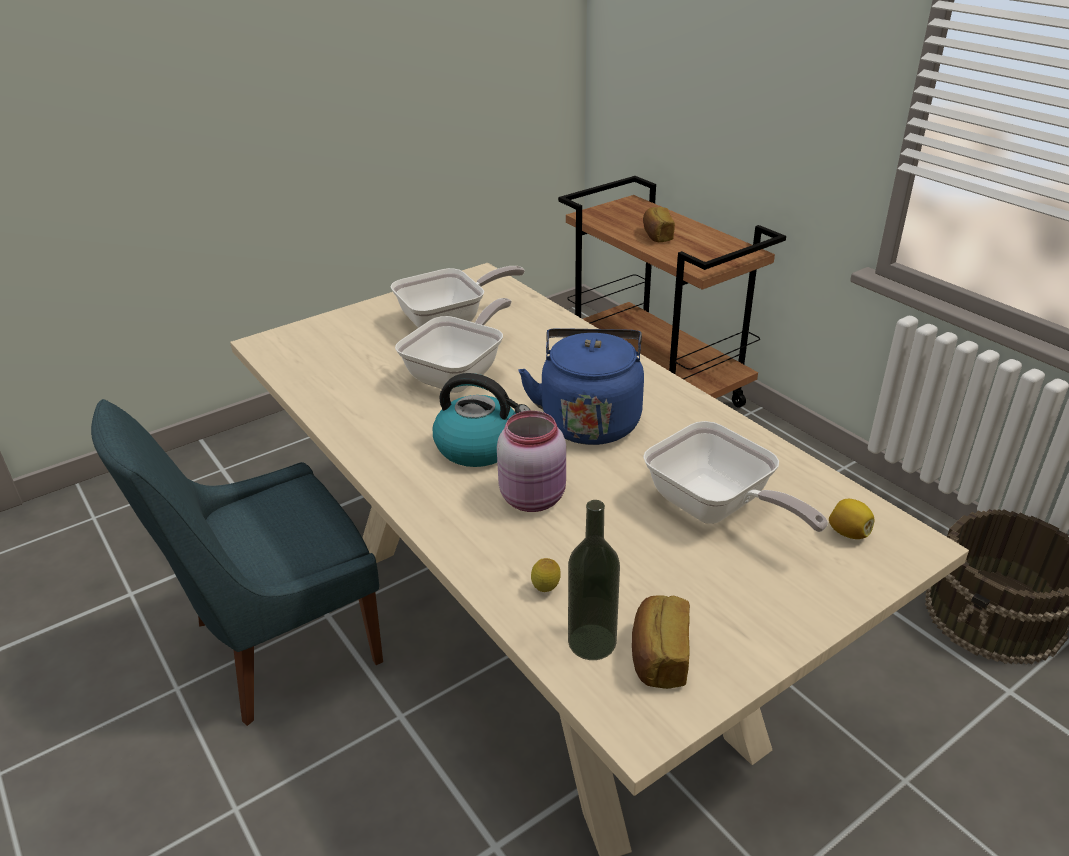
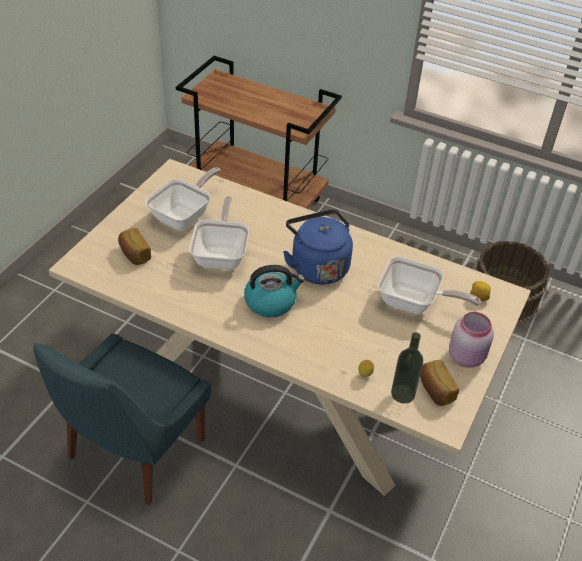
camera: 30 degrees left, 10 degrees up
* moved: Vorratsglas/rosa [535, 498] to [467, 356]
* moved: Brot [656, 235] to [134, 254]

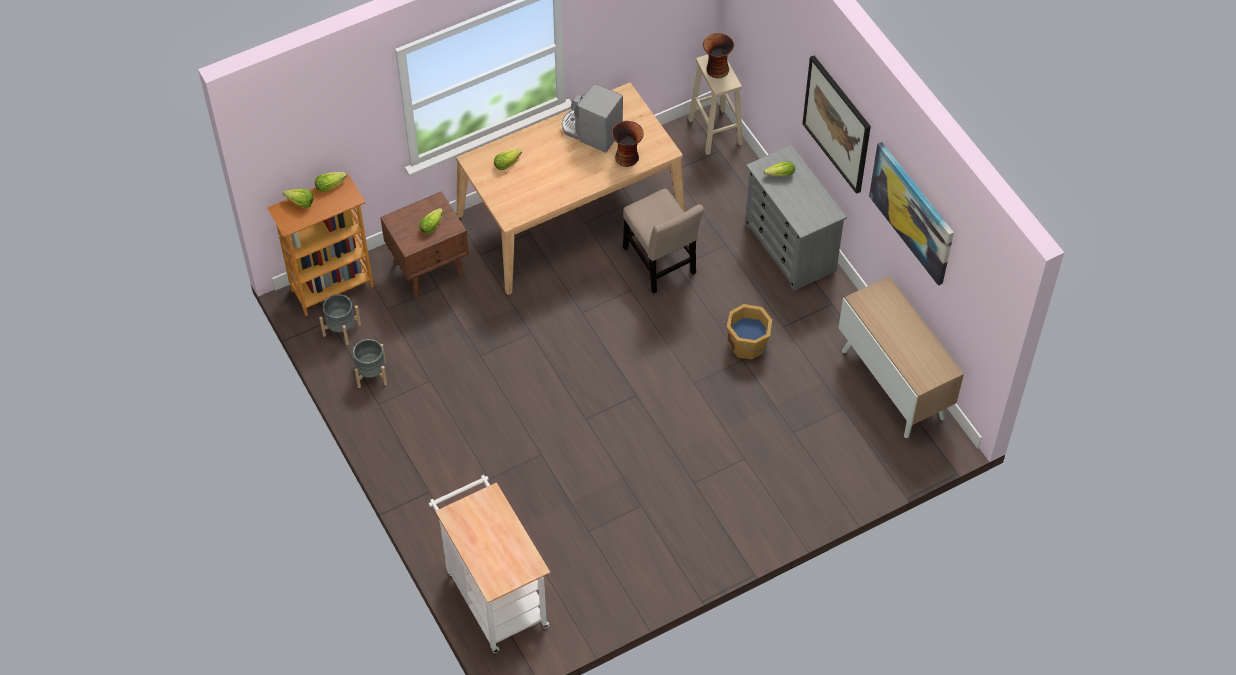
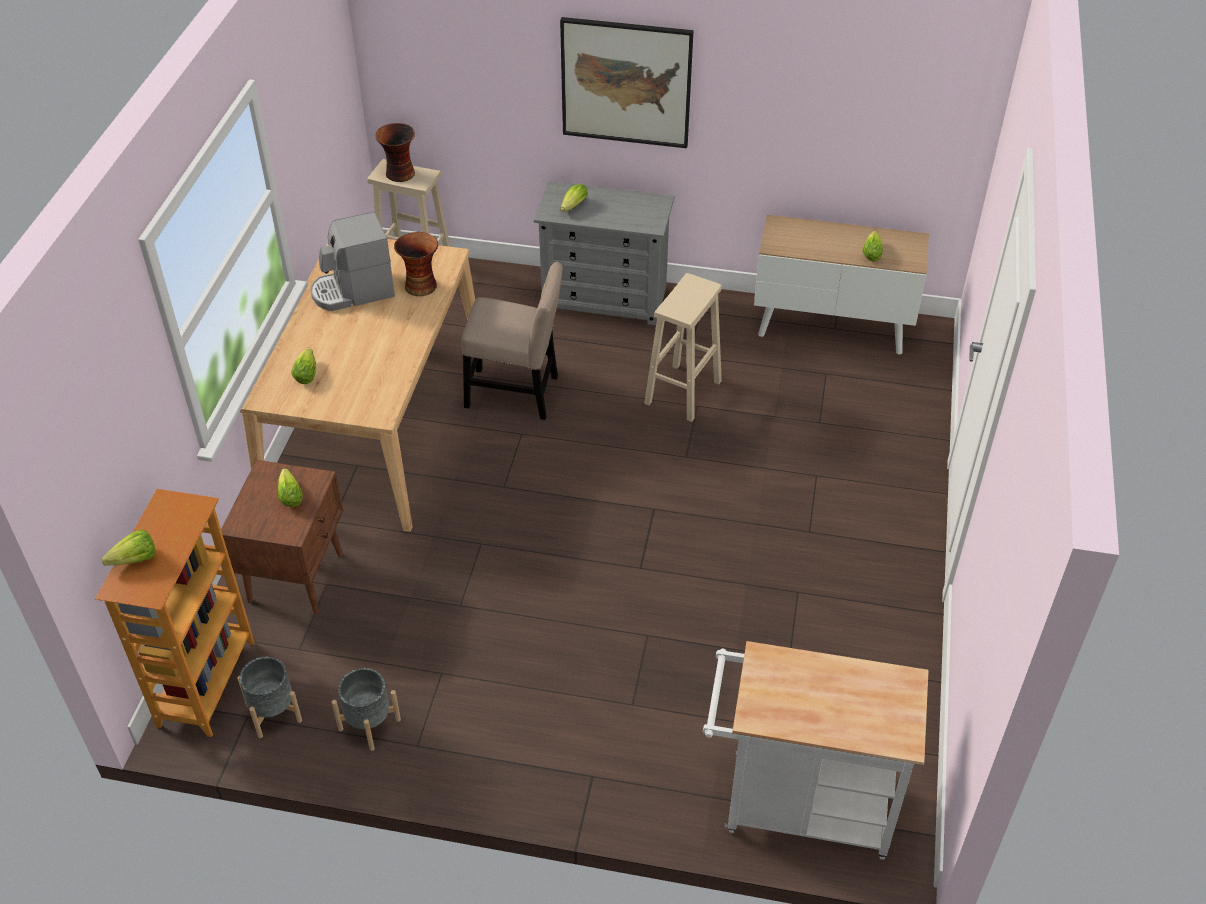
camera: 50 degrees left, 10 degrees down
* moved: Salatkopf [332, 185] to [872, 252]
* replaced: Eimer/orange [748, 344] to Hocker/beige [683, 391]
* removed: Bild [912, 212]

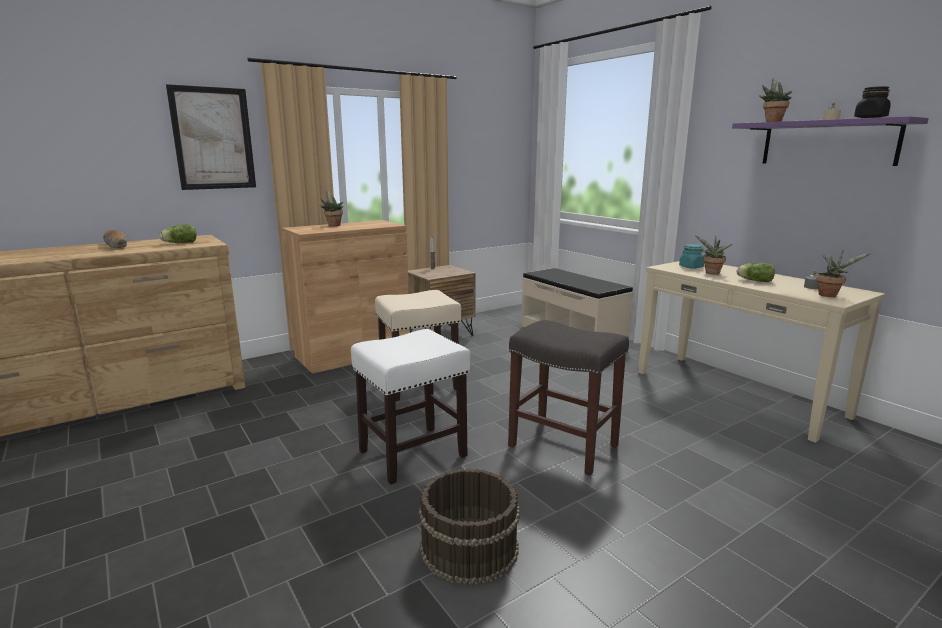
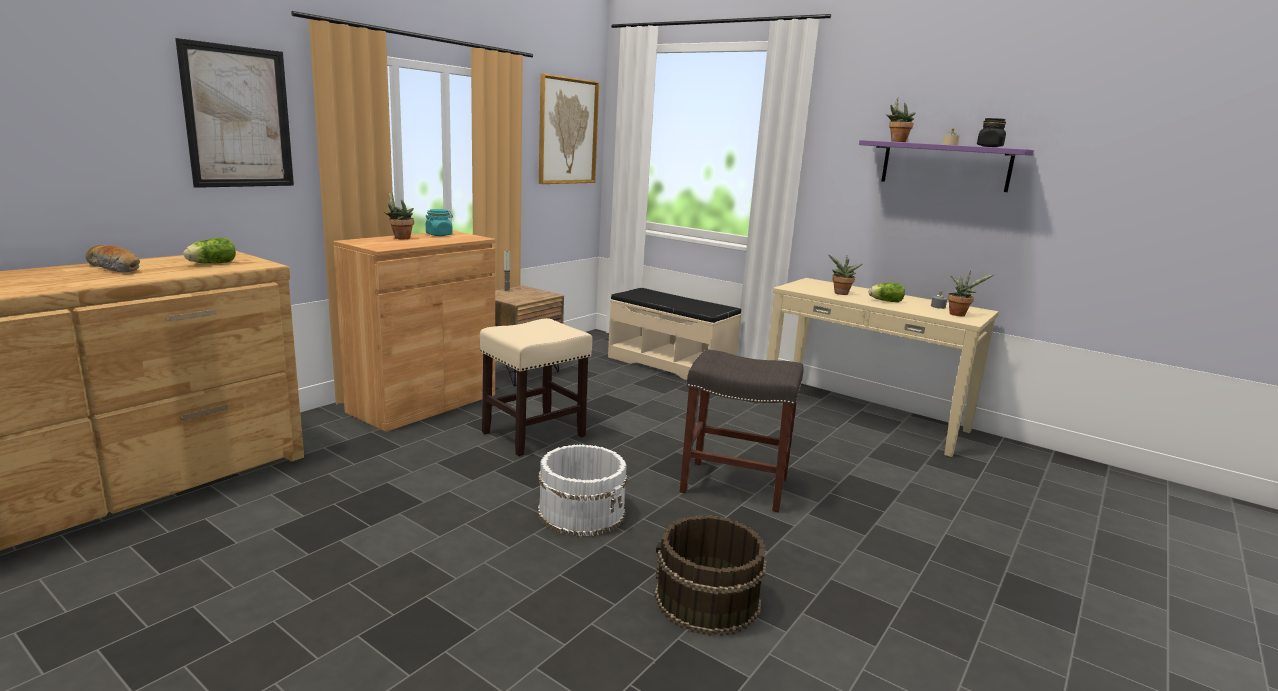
camera: 20 degrees left, 0 degrees up
* replaced: Hocker/weiß [414, 453] to Eimer/weiß [582, 512]
* moved: Vorratsglas/türkis [691, 267] to [439, 235]
* added: Bild [567, 131]

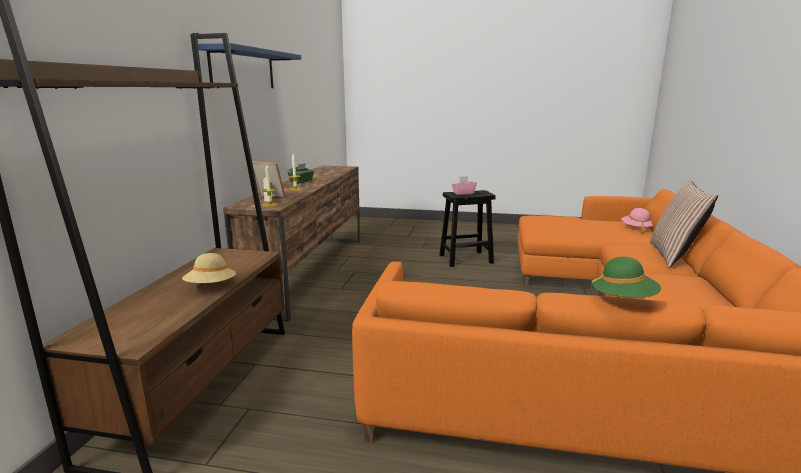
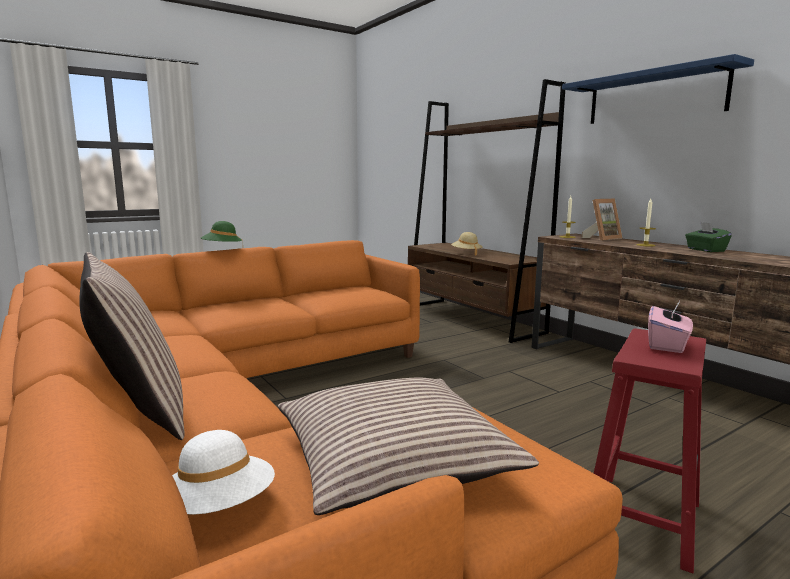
camera: 135 degrees right, 5 degrees down
* recoloured: Hocker/schwarz [465, 259] to Hocker/rot [642, 516]
* recoloured: Hut/rosa [636, 228] to Hut/weiß [220, 506]
* added: Kissen [393, 460]

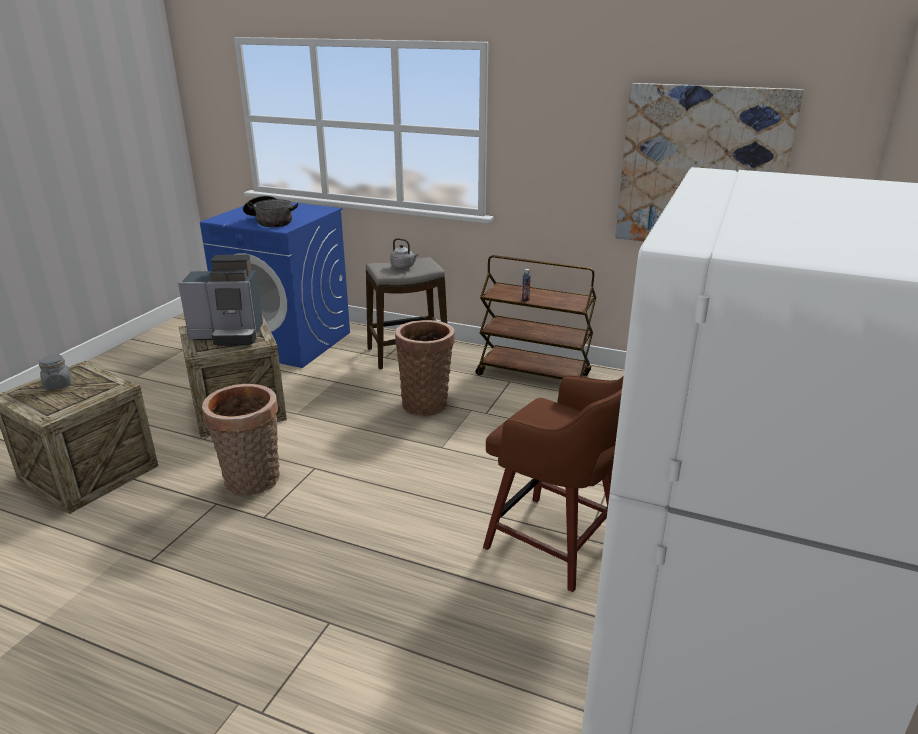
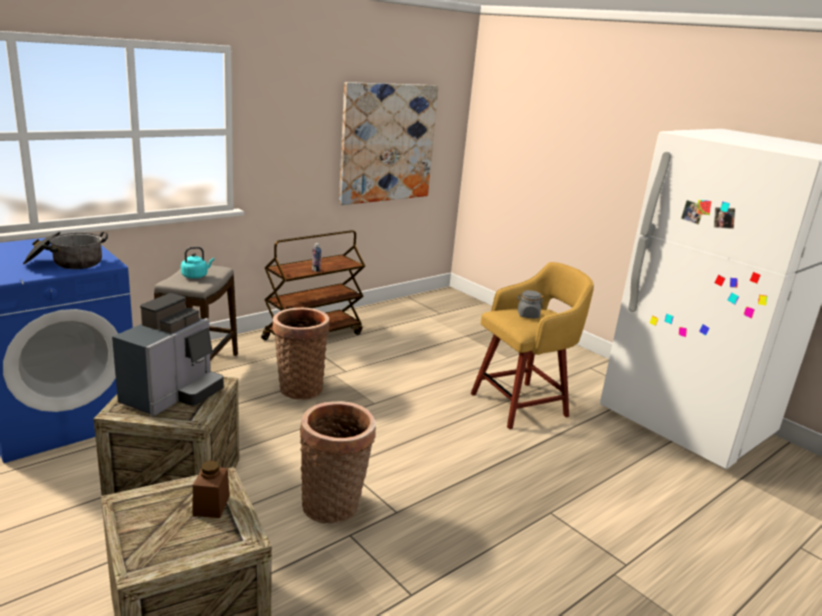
camera: 65 degrees left, 5 degrees down
* moved: Vorratsglas/grau [58, 384] to [528, 315]
* recoloured: Wasserkessel/grau [403, 267] to Wasserkessel/türkis [196, 276]
* recoloured: Hocker/braun [556, 543] to Hocker/gelb [522, 404]
* added: Vorratsglas/braun [211, 505]

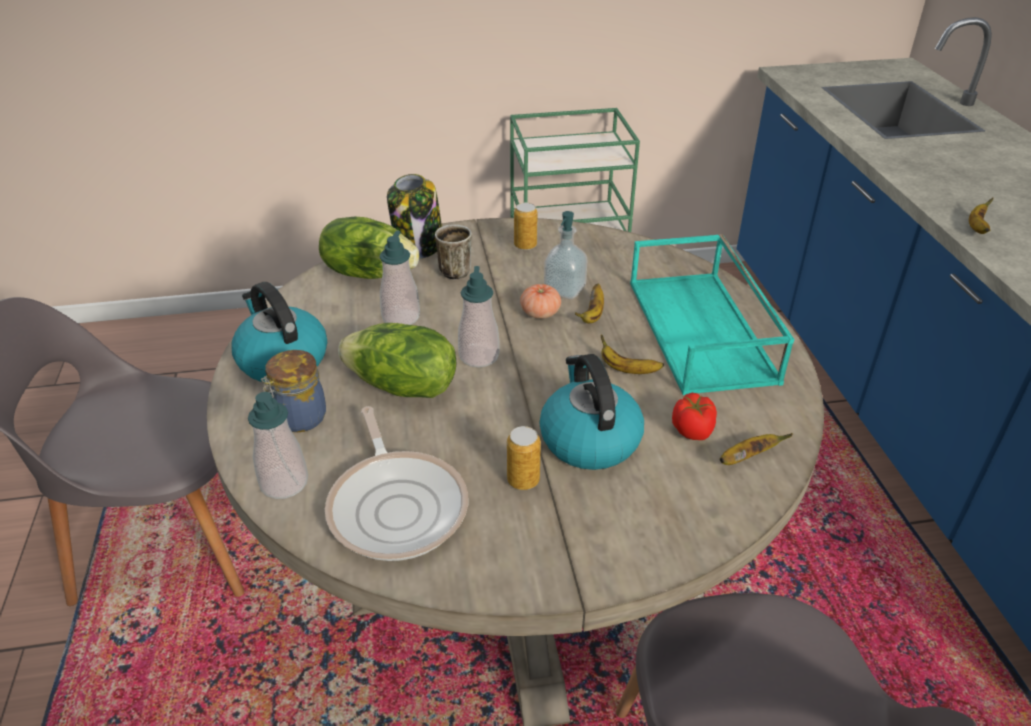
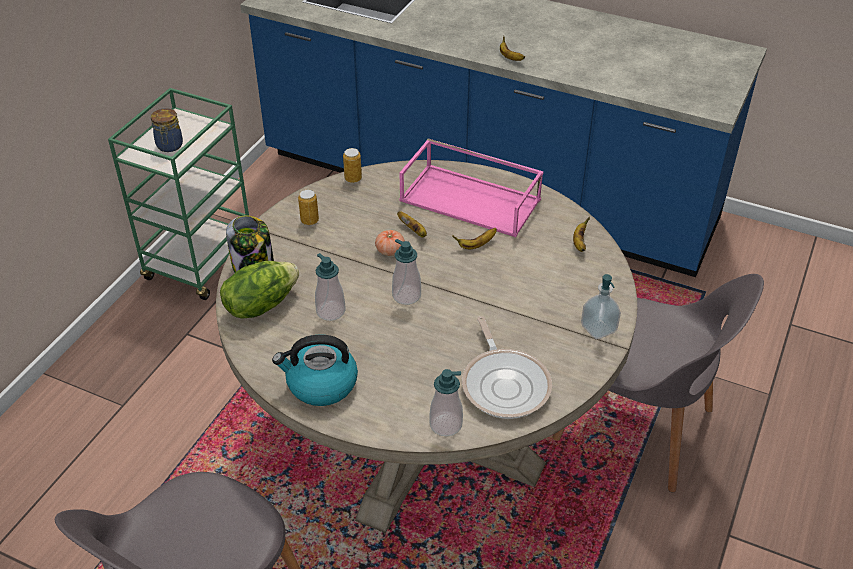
camera: 55 degrees left, 5 degrees up
* moved: Vorratsglas [299, 419] to [169, 146]
* turned: Pfanne [397, 505] = [505, 384] 60 degrees clockwise
* removed: Salatkopf [402, 387]
* removed: Henkelbecher [456, 269]
* moved: Dose [523, 480] to [353, 179]
* removed: Wasserkessel [588, 439]
* moved: Seifenspender [564, 289] to [598, 328]
* recoloured: Tablett/türkis [703, 331] to Tablett/rosa [472, 200]
* removed: Tomate [692, 431]

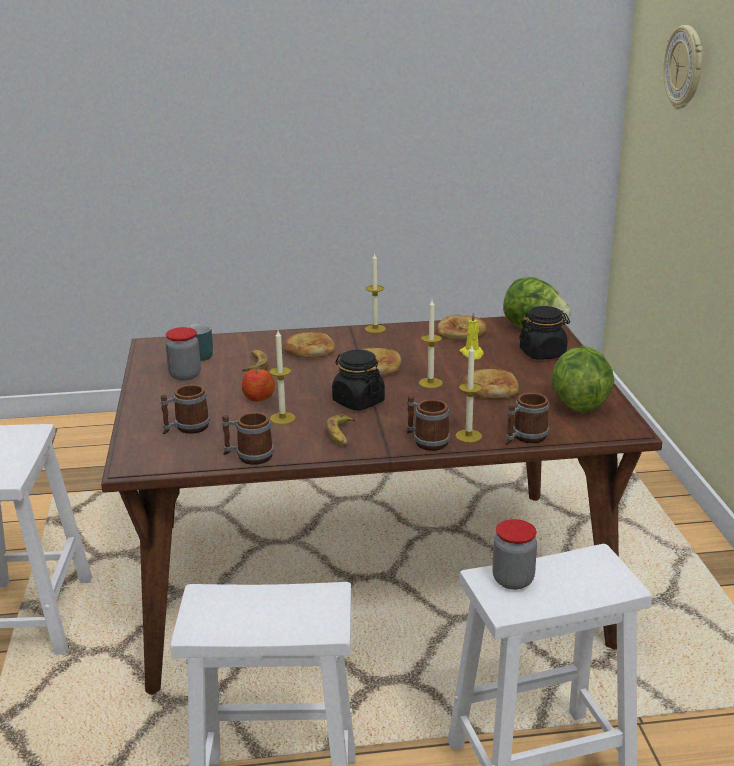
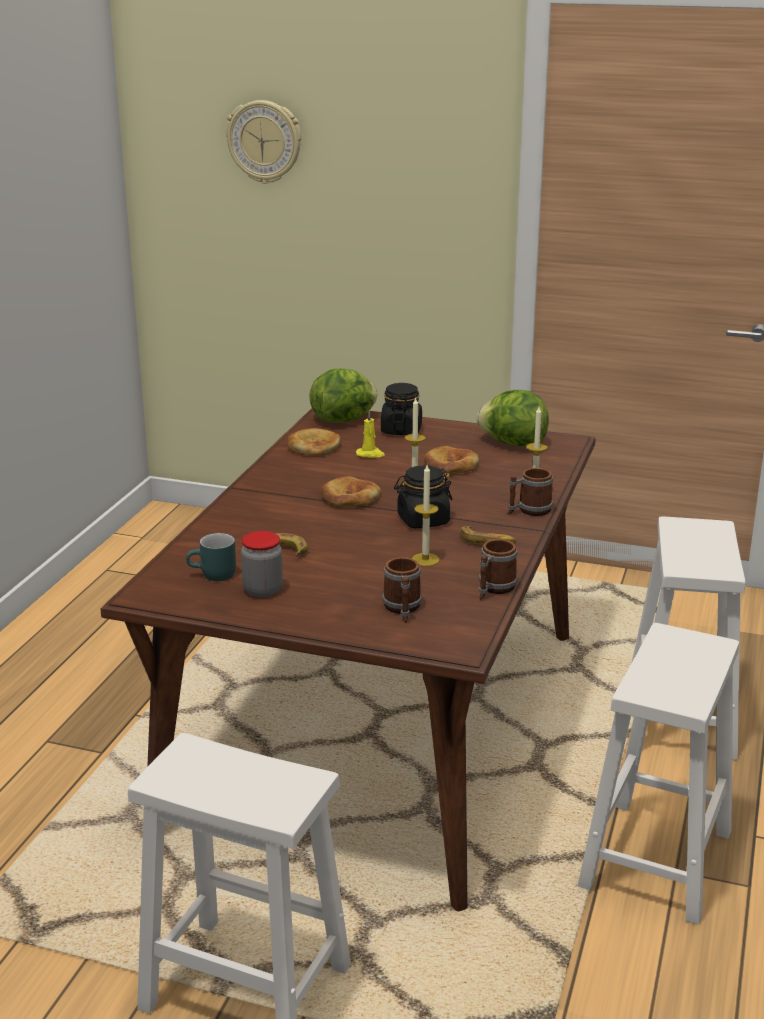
camera: 65 degrees left, 0 degrees up
* removed: Apfel [258, 397]
* removed: Brot [309, 349]
* removed: Kerze [375, 329]
* removed: Vorratsglas [513, 580]
* removed: Henkelbecher [524, 438]

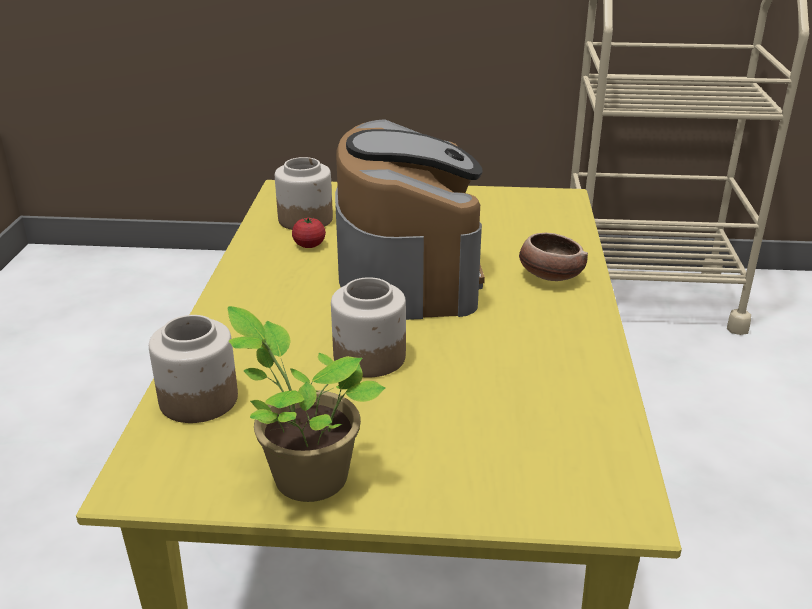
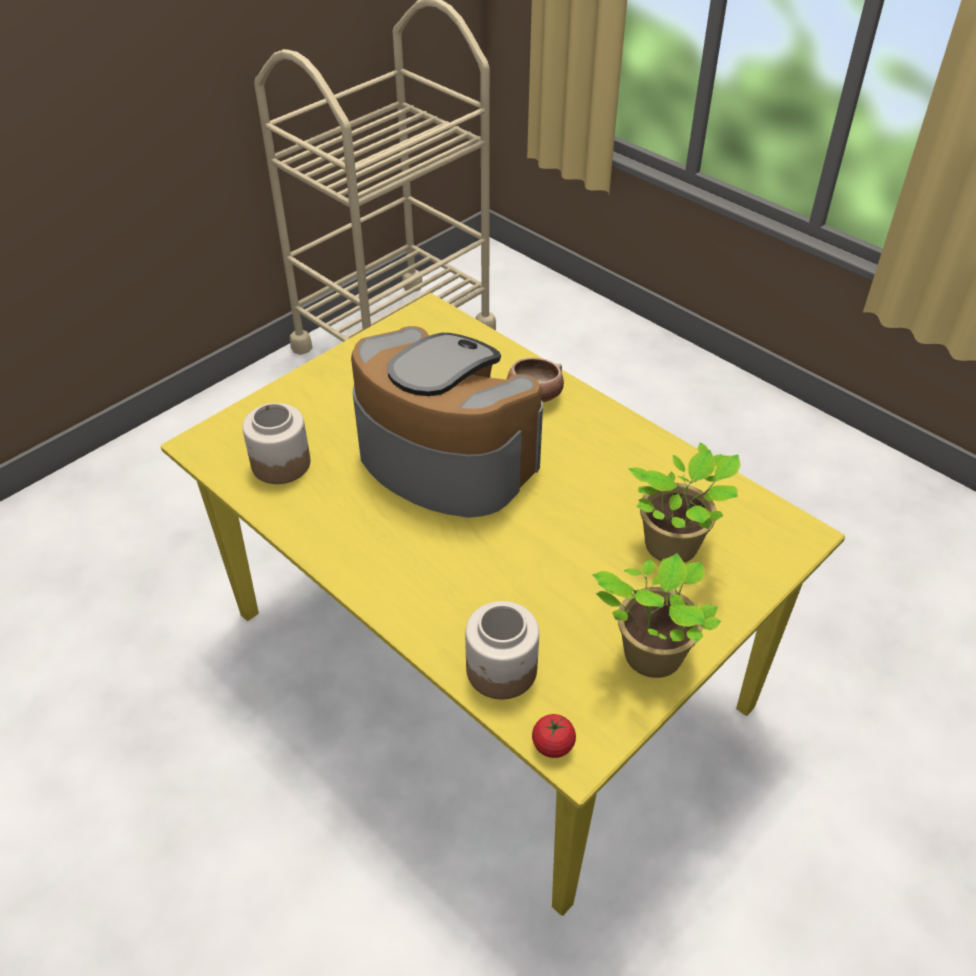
camera: 50 degrees left, 15 degrees up
* moved: Tomate [309, 245] to [553, 745]
* removed: Vorratsglas [369, 358]
* added: Topfpflanze [674, 548]

